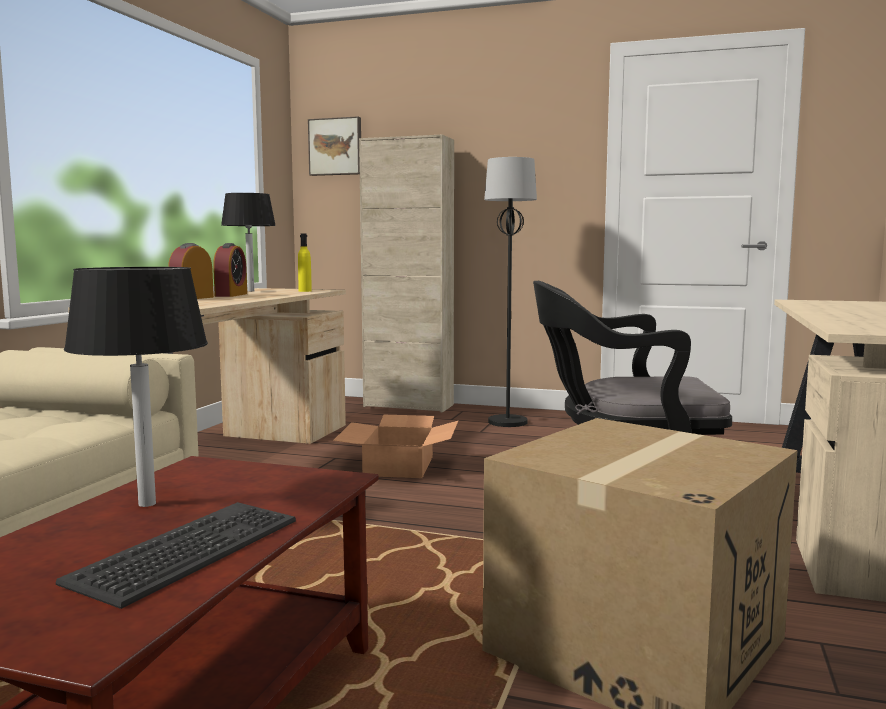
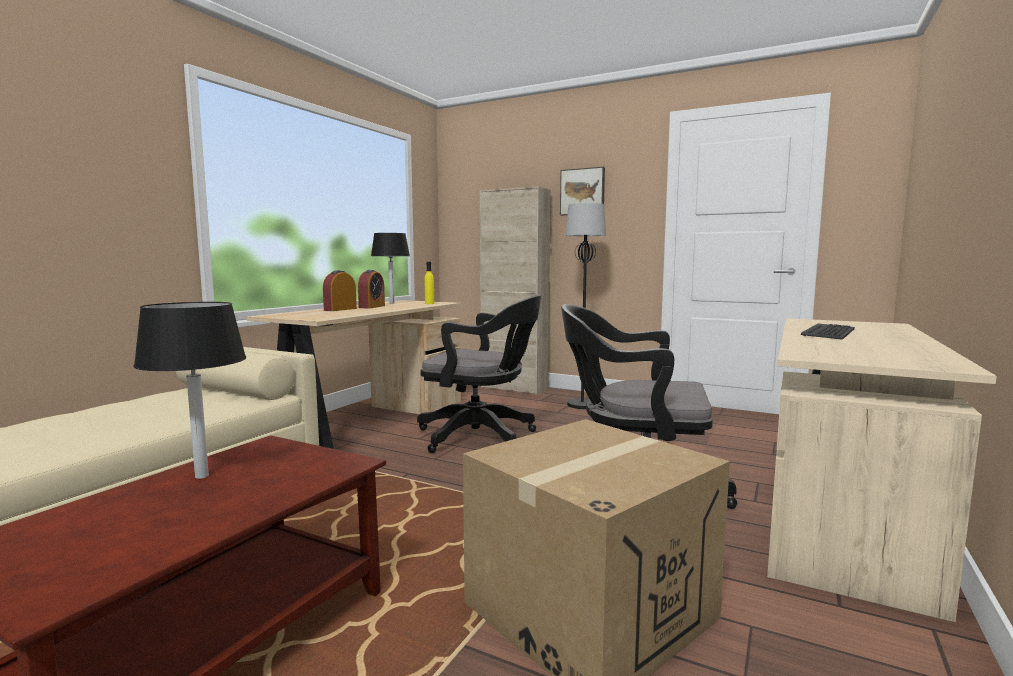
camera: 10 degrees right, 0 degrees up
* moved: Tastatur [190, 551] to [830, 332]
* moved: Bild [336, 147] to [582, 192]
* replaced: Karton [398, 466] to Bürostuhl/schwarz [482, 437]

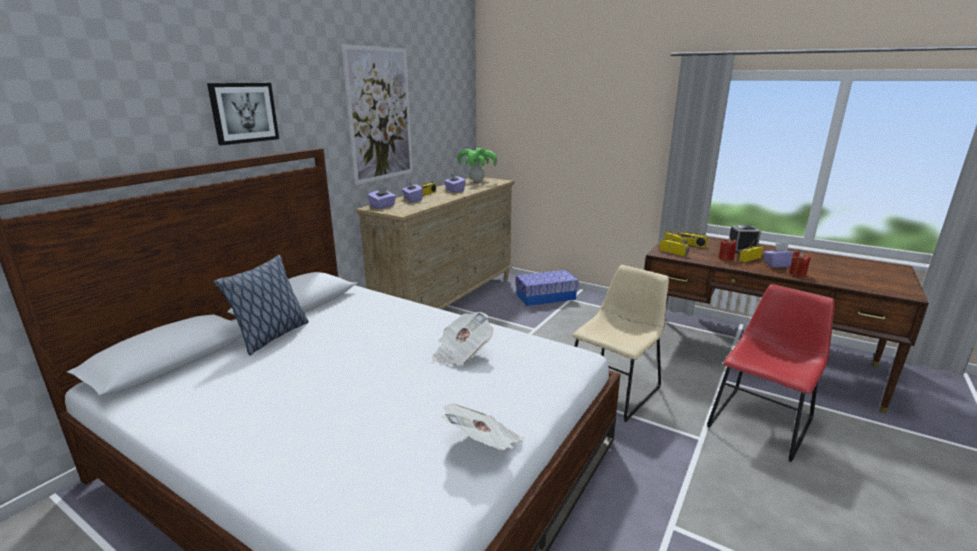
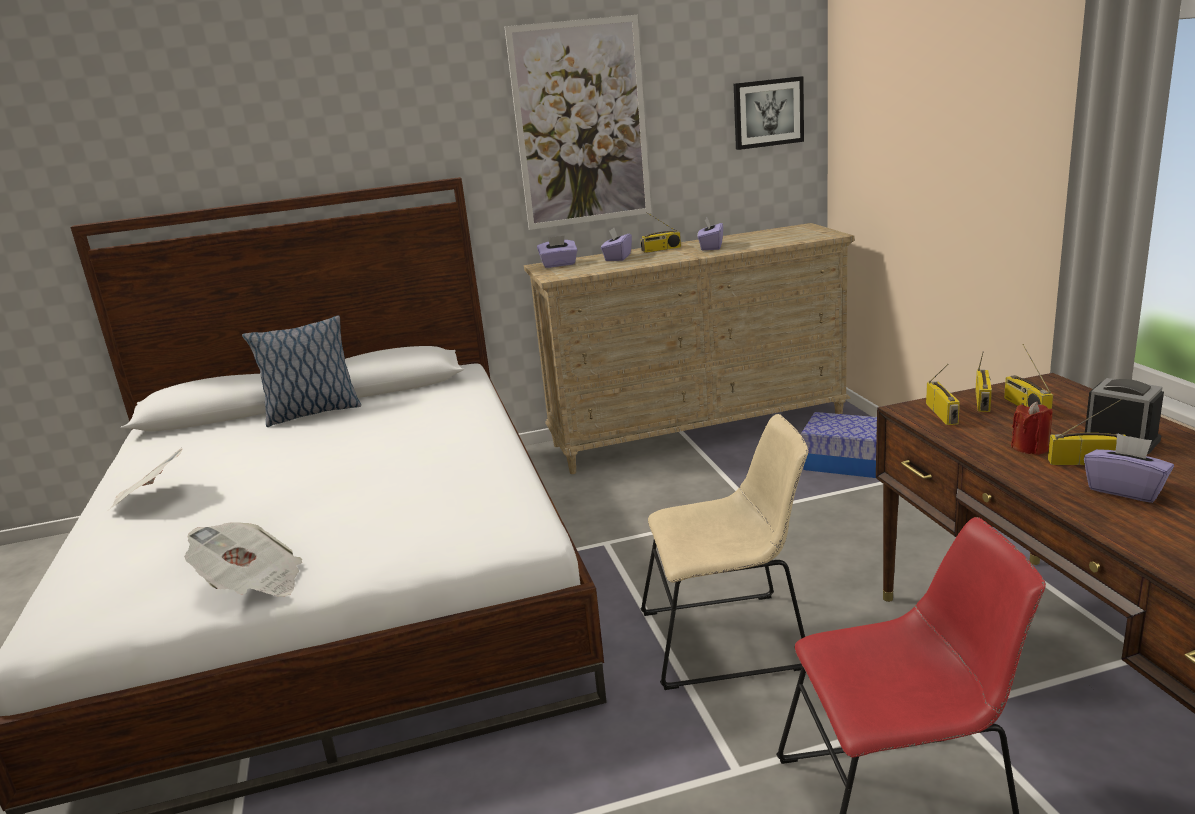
camera: 45 degrees right, 0 degrees up
* moved: Bild [244, 113] to [768, 113]
* moved: Zeitung [461, 353] to [150, 499]
* removed: Topfpflanze [477, 181]
* removed: Kerze/rot [797, 273]

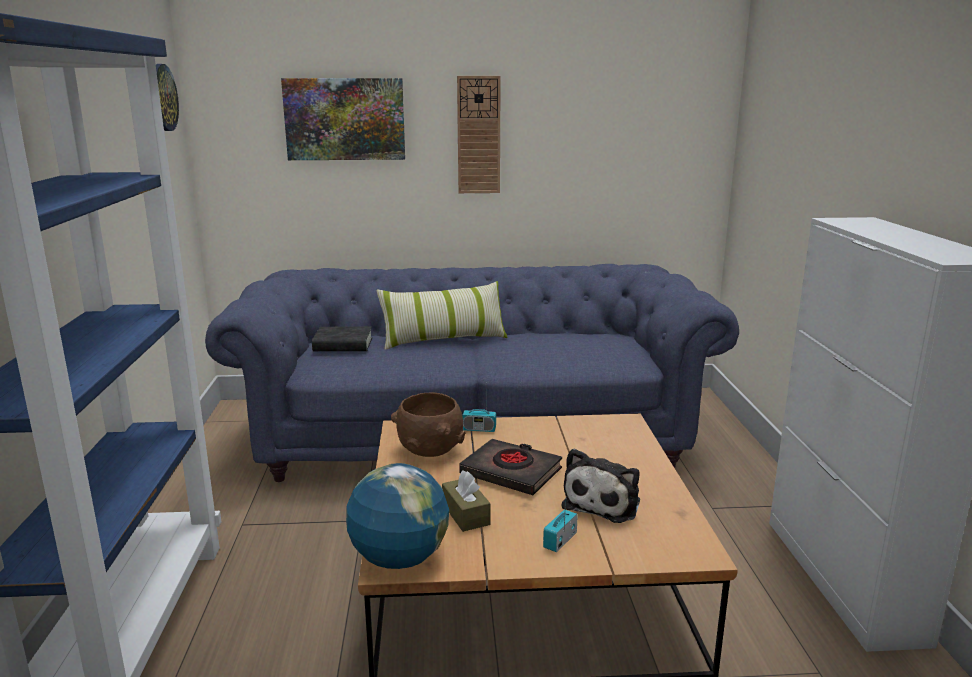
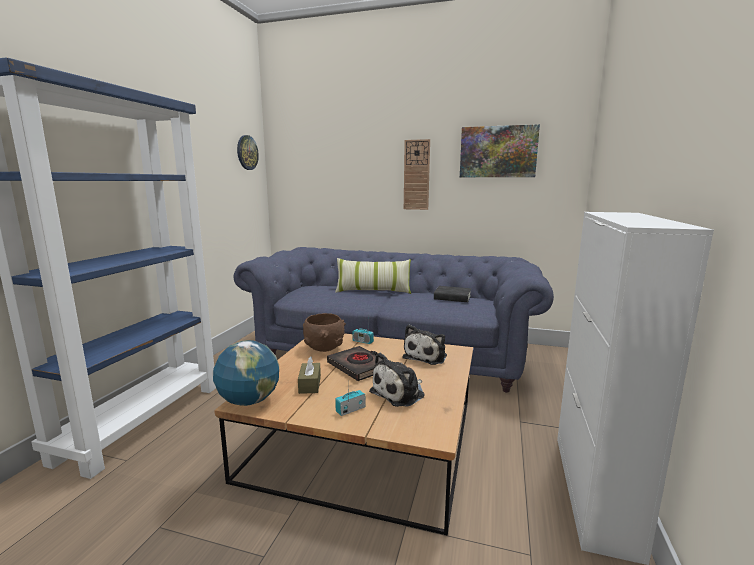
camera: 20 degrees right, 5 degrees down
* moved: Bild [345, 119] to [498, 152]
* moved: Buch/schwarz [343, 345] to [452, 297]
* added: Plüschtier [426, 356]

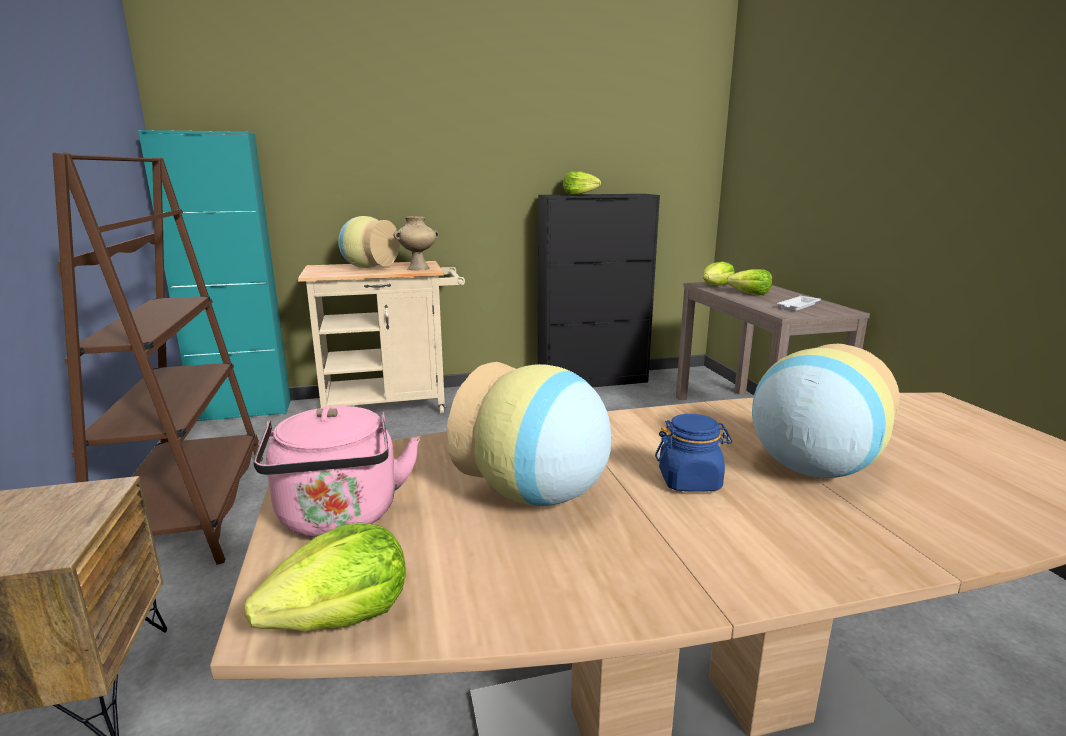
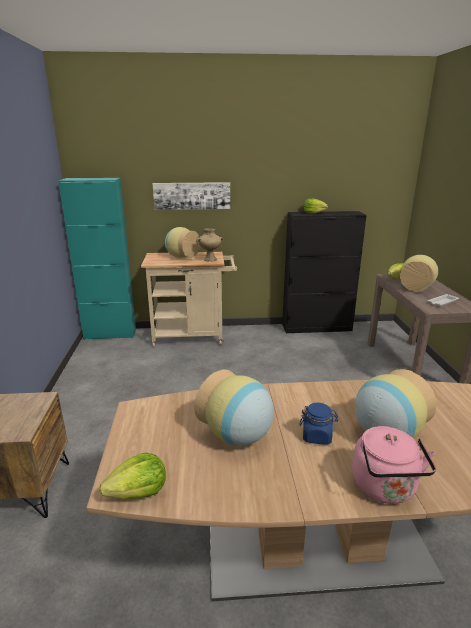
camera: 10 degrees right, 5 degrees up
* removed: Bücherregal/braun [190, 511]
* moved: Wasserkessel/rosa [339, 518] to [385, 488]
* replaced: Salatkopf [750, 294] to Vase [416, 288]
* added: Bild [192, 195]

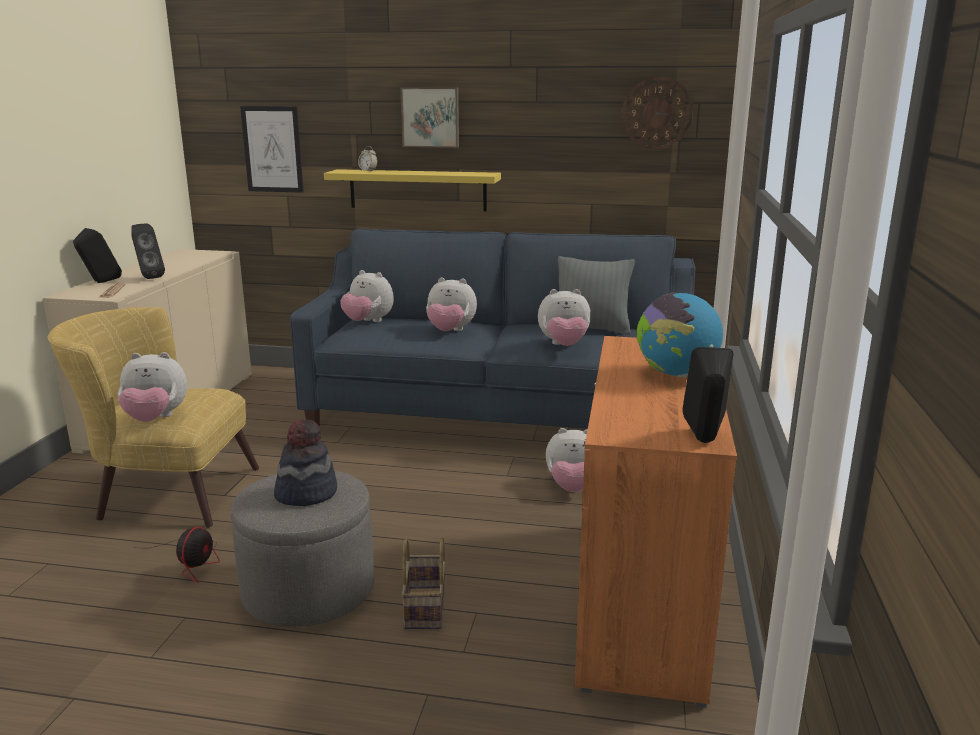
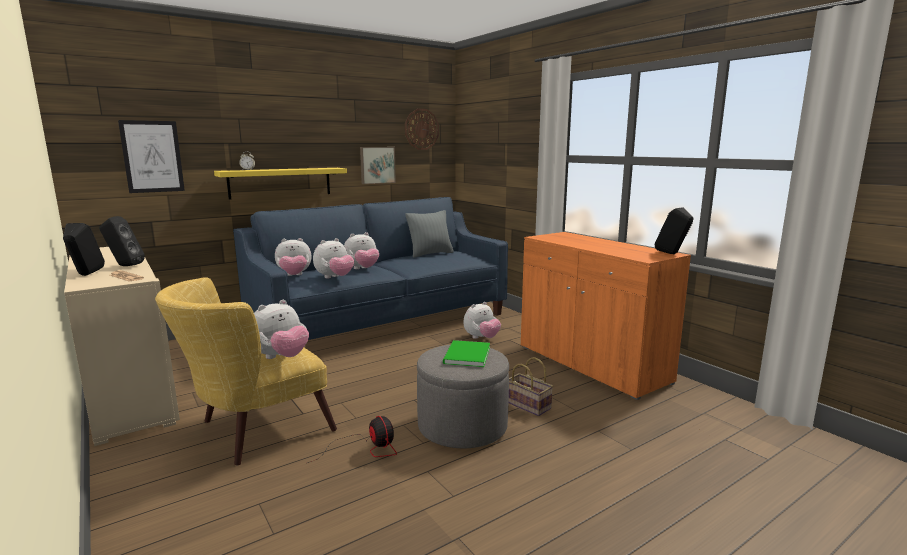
camera: 45 degrees left, 5 degrees down
* replaced: Hut [306, 493] to Buch/grün [465, 356]
* moved: Bild [430, 117] to [377, 165]
* moved: Plüschtier [564, 345] to [334, 277]
* removed: Globus [676, 374]

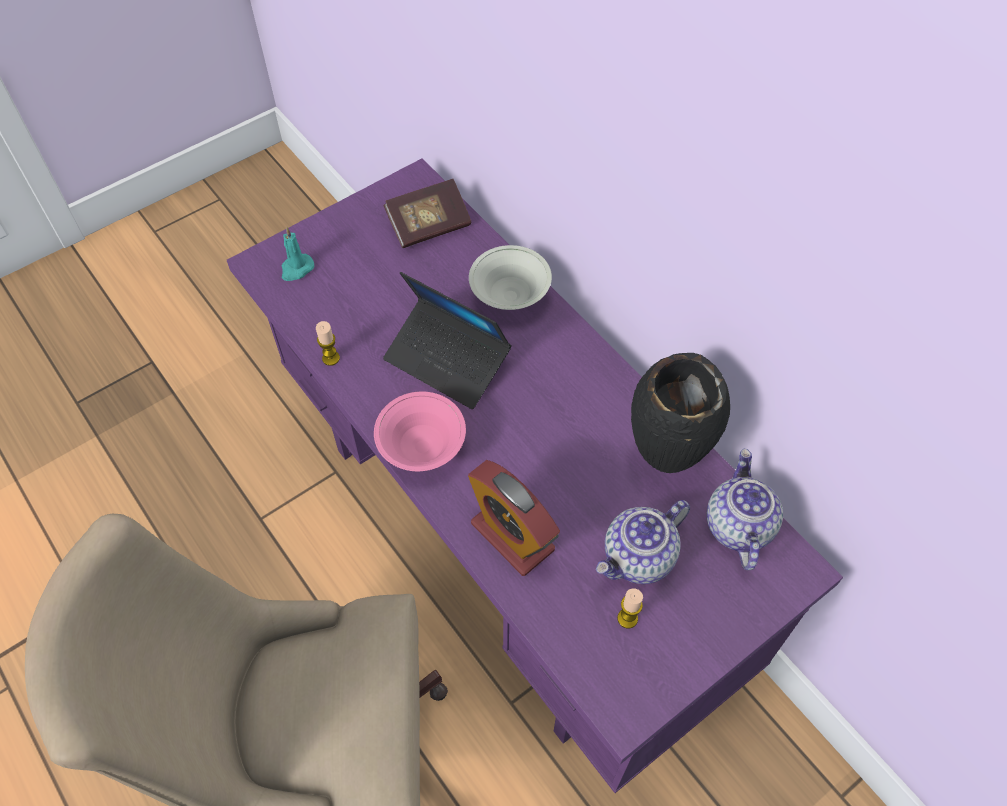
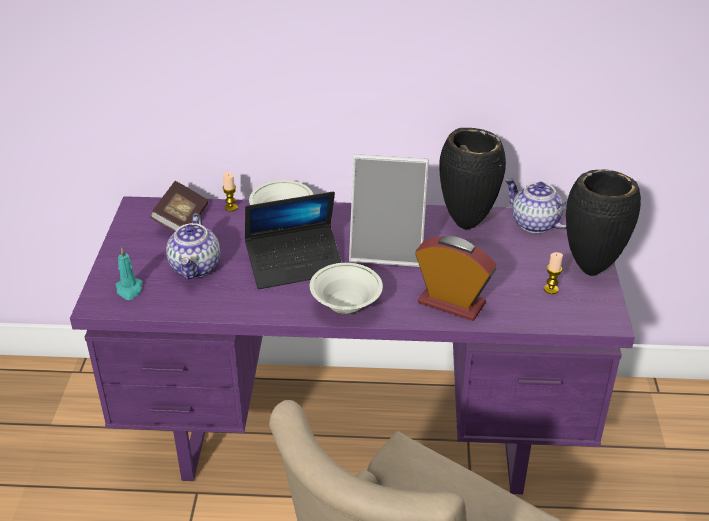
camera: 50 degrees left, 20 degrees down
* moved: Kerze [331, 358] to [231, 207]
* recoloured: Schüssel/rosa [422, 447] to Schüssel/weiß [346, 306]
* turned: Wecker [512, 536] = [451, 303] 150 degrees counterclockwise
* moved: Teekanne [639, 558] to [196, 267]
* added: Bilderrahmen [388, 249]
* added: Vase/schwarz [590, 269]

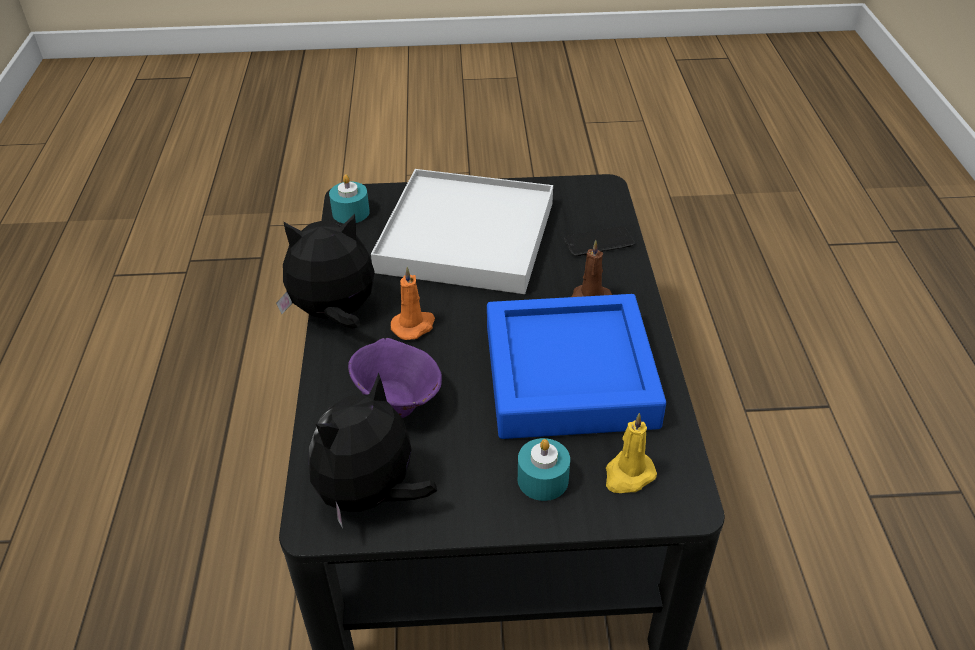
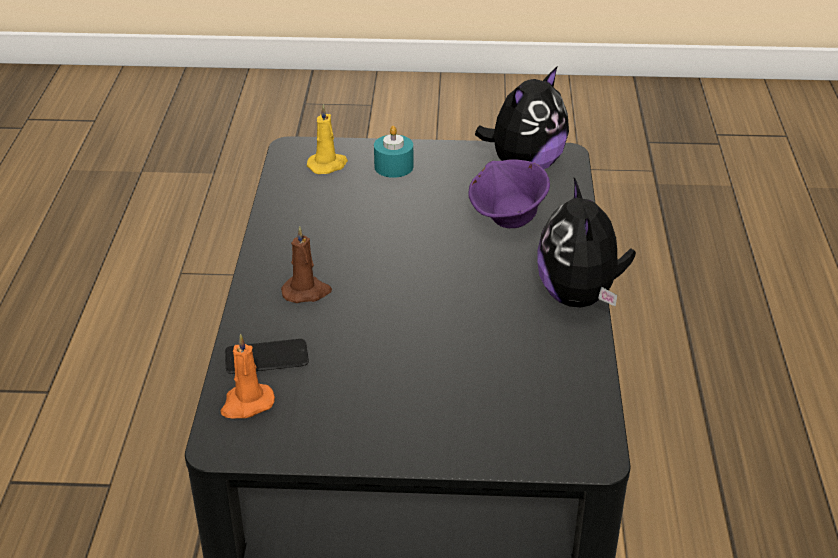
camera: 175 degrees left, 5 degrees down
* turned: Plüschtier [334, 314] = [580, 296] 90 degrees clockwise
* removed: Kerze/türkis [350, 212]
* removed: Tablett/weiß [467, 236]
* moved: Kerze/orange [414, 326] to [246, 404]
* removed: Tablett/blau [569, 376]

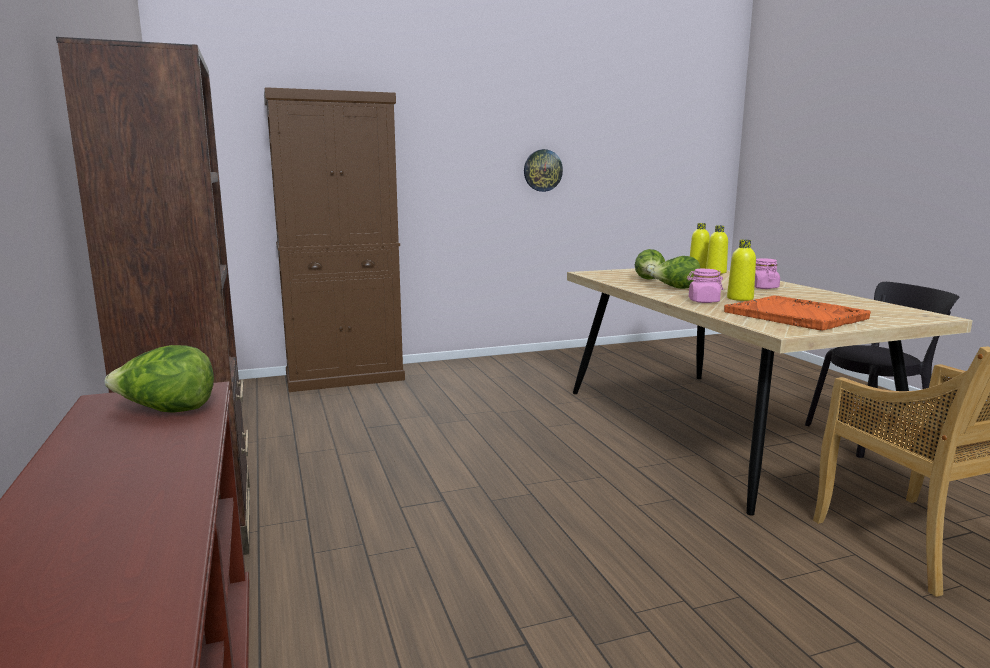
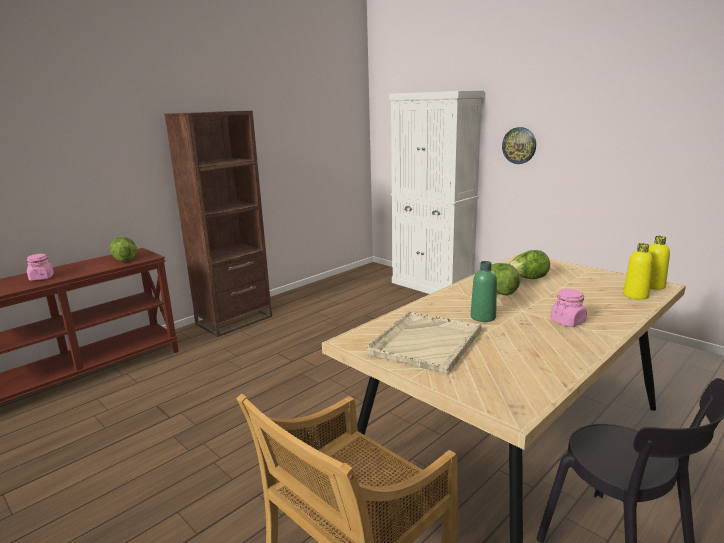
camera: 65 degrees right, 5 degrees up
* recoloured: Schrank/braun [345, 378] to Schrank/weiß [432, 286]
* moved: Wanduhr [542, 170] to [519, 145]
* moved: Vorratsglas/rosa [703, 301] to [41, 278]
* recoloured: Tablett/orange [796, 315] to Tablett/beige [425, 343]
* recoloured: Flasche/gelb [740, 298] to Flasche/grün [483, 317]

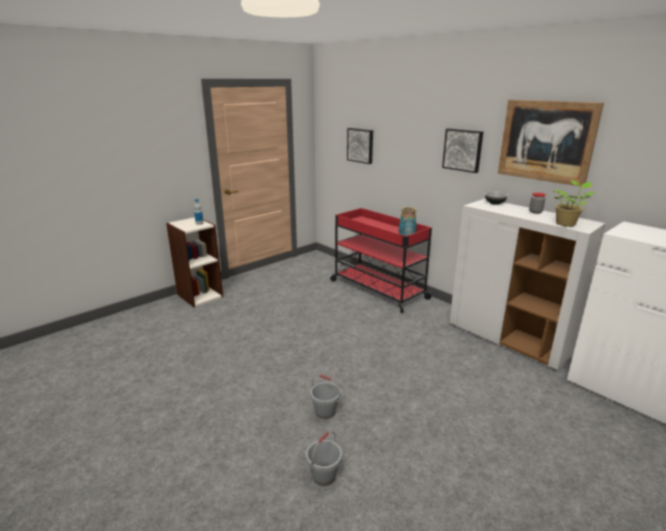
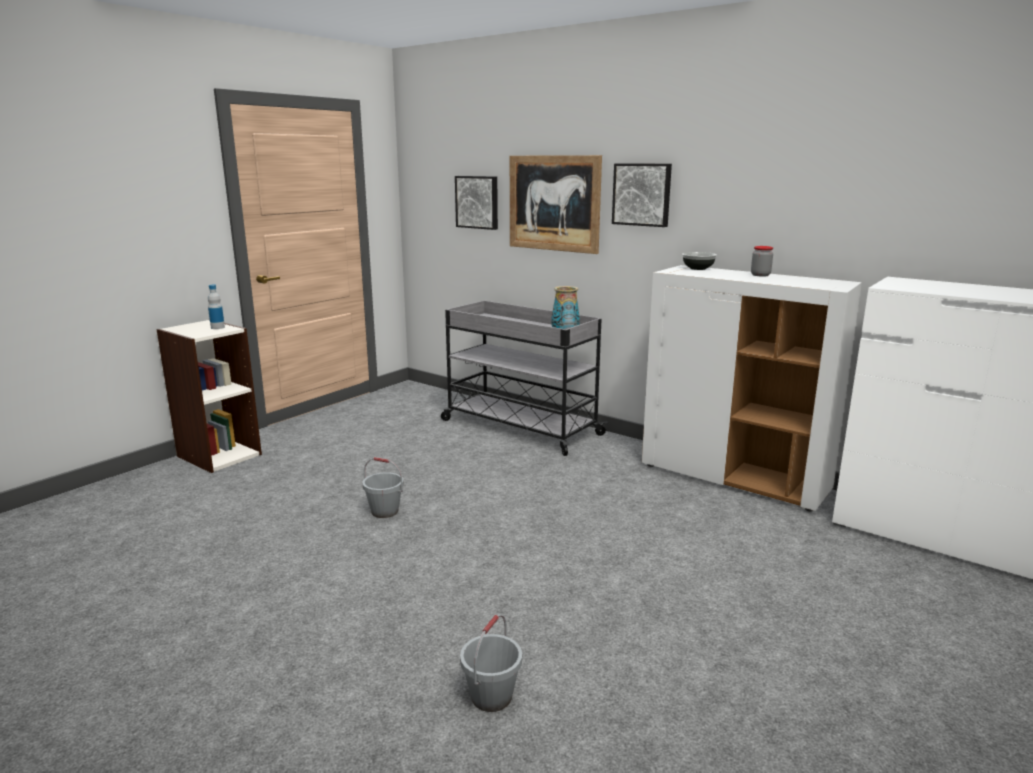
camera: 10 degrees left, 5 degrees down
* moved: Eimer/grau [325, 411] to [385, 511]
* recoloured: Rollwagen/rot [377, 289] to Rollwagen/grau [519, 427]
* moved: Bild [546, 141] to [554, 203]
* removed: Topfpflanze [566, 224]

